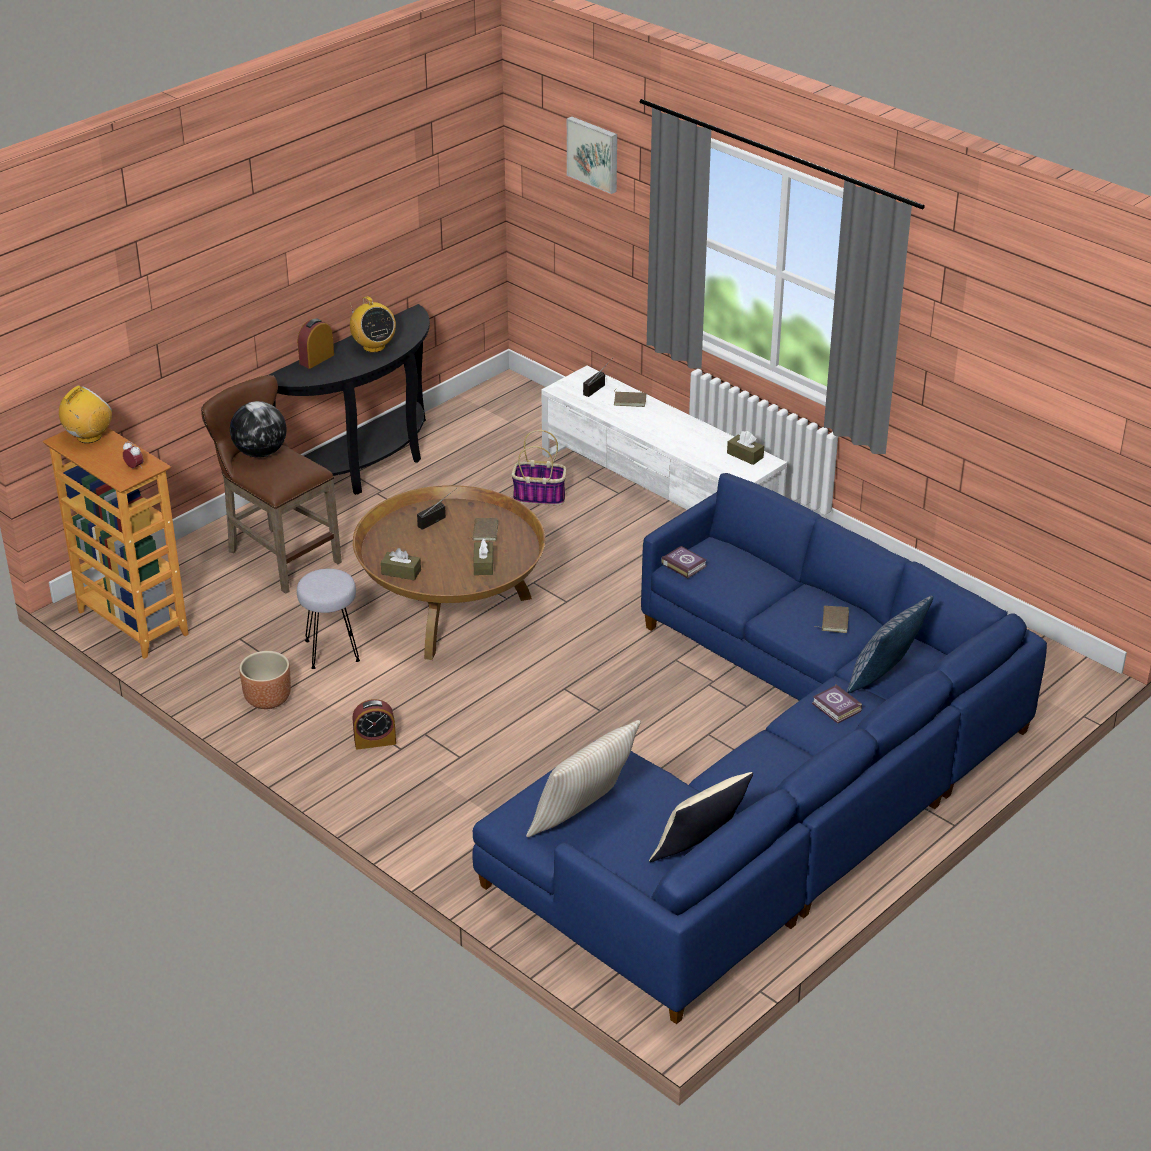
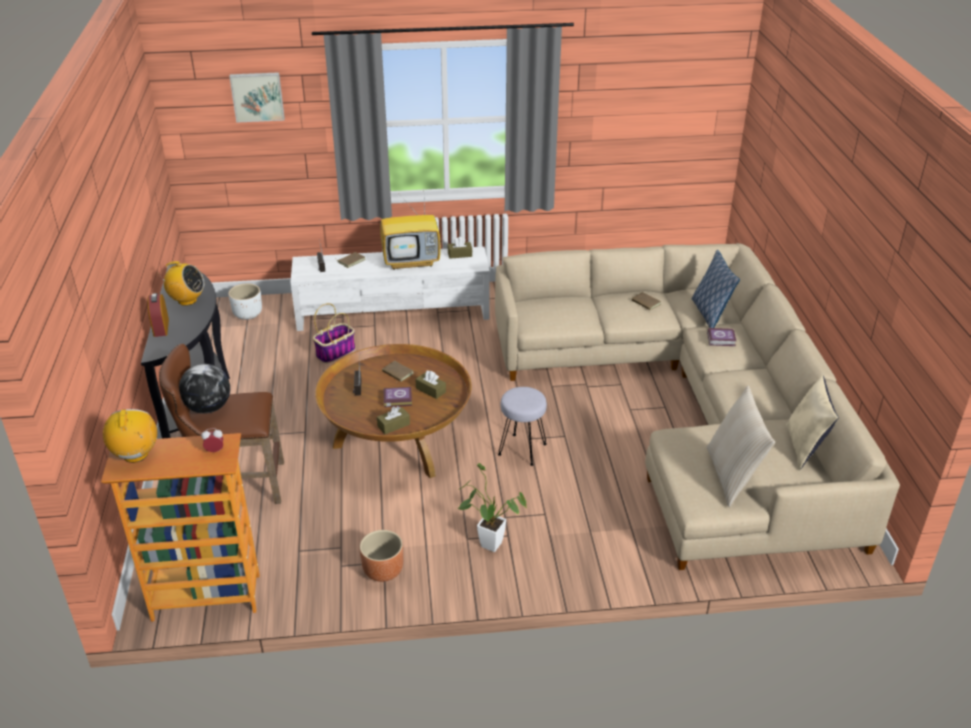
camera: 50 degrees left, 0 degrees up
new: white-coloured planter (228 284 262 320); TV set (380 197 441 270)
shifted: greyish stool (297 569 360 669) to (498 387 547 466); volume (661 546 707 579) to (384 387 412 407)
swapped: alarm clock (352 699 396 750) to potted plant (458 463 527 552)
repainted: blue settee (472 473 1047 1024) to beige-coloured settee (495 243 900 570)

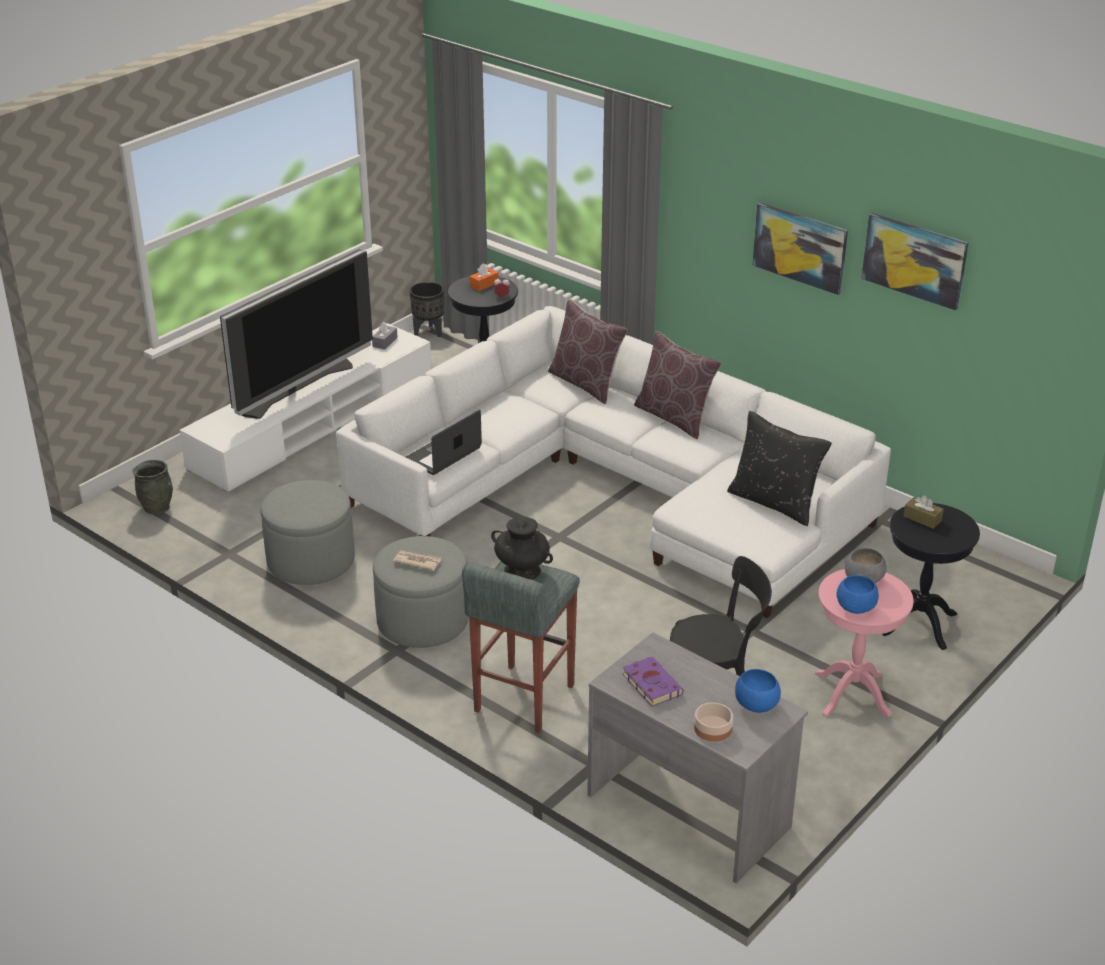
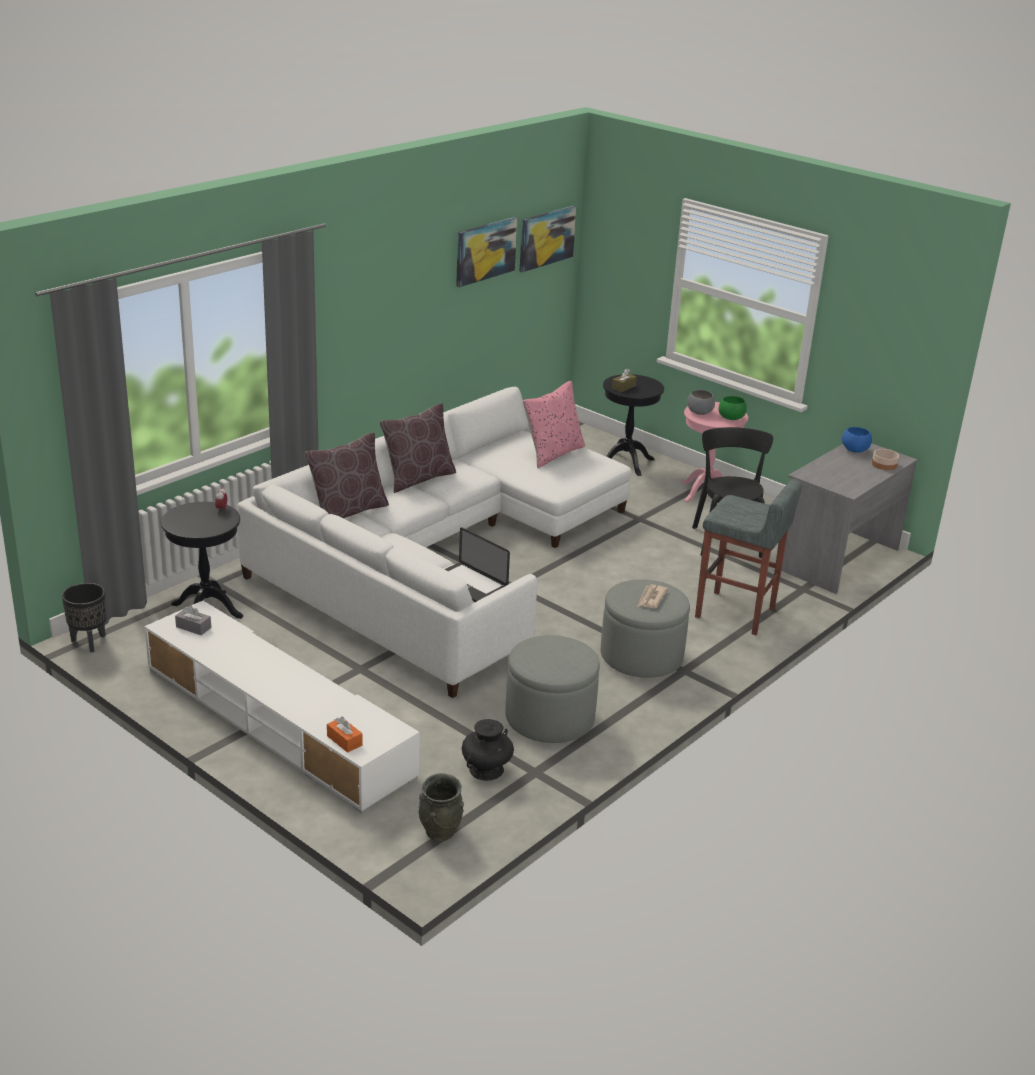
camera: 90 degrees left, 5 degrees down
gone: TV set (220 249 373 419); purplish volume (623 657 684 707)
shifted: orange-coloured box of tissues (469 263 499 291) to (327 717 363 753); black-coloured vase (491 517 553 580) to (462 719 514 781); wall picture (752 203 848 295) to (519 206 576 273)
repainted: black-coloured pillow (727 411 832 526) to pink-coloured pillow (523 381 585 468); blue deep dish (836 575 879 614) to green-coloured deep dish (718 396 747 420)

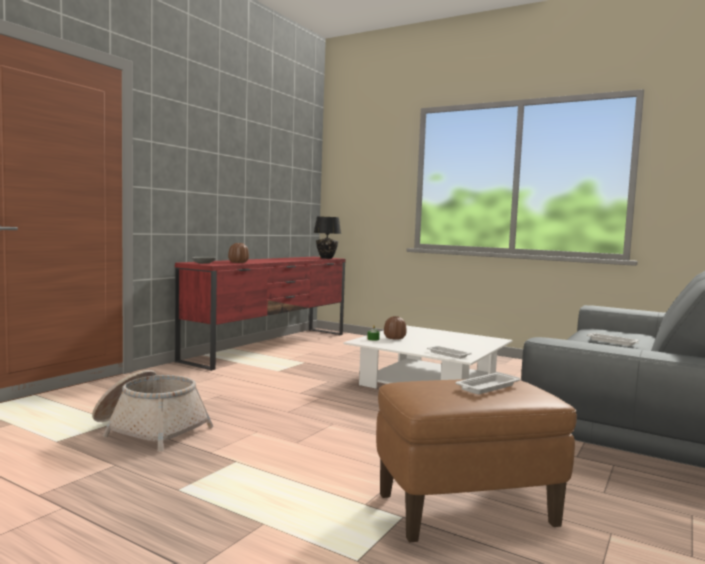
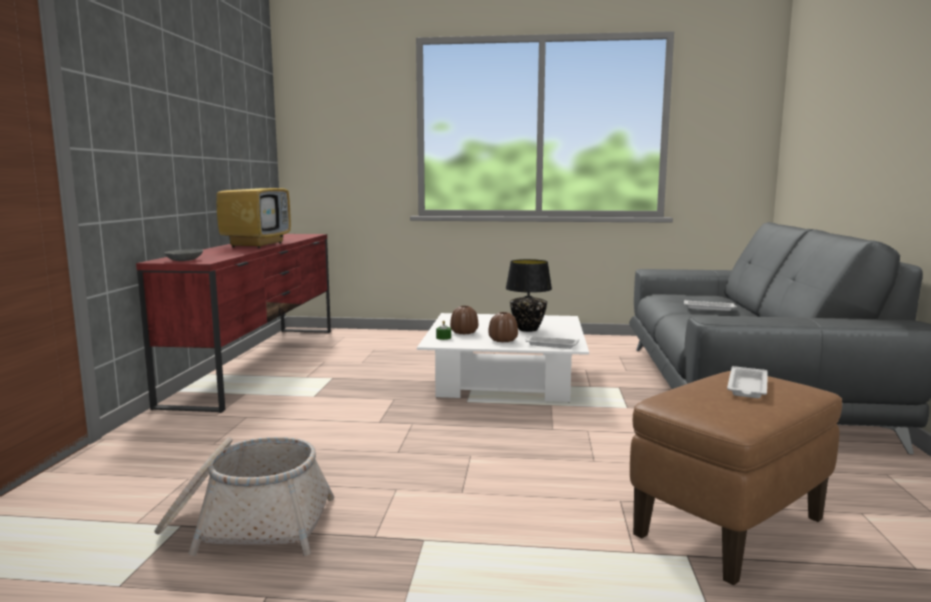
camera: 25 degrees left, 5 degrees up
new: TV set (216 156 291 248)
shifted: brownish vase (228 243 249 263) to (488 312 518 342); black-coloured tabletop lamp (314 217 341 259) to (506 259 552 332)

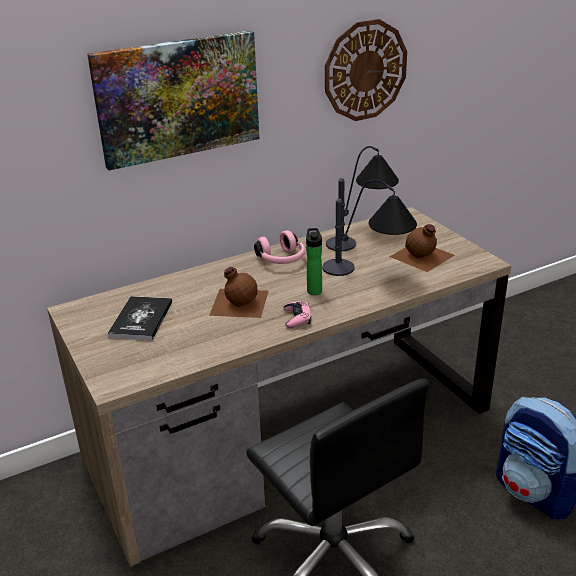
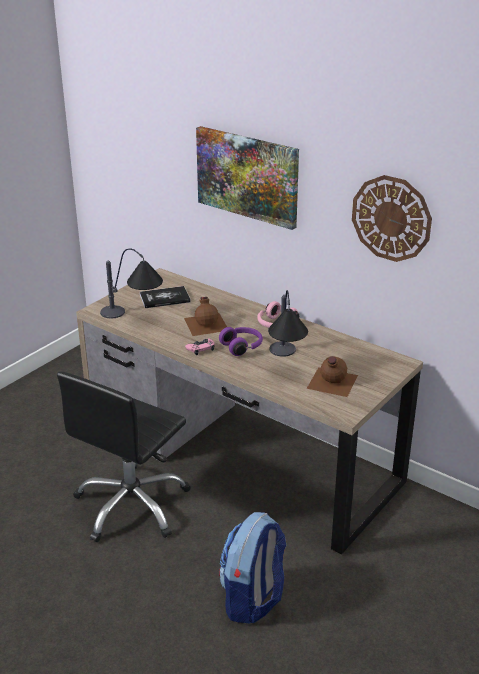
camera: 65 degrees right, 0 degrees up
shifted: tabletop lamp (326 146 399 251) to (100 249 163 318)
swapped: drink bottle (306 228 322 295) to purplish pair of headphones (219 327 263 356)

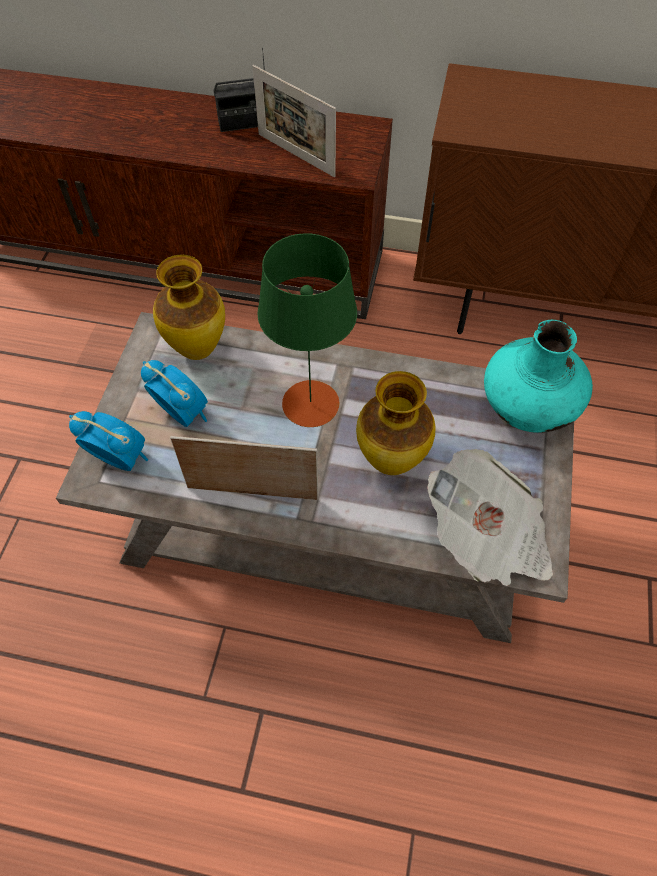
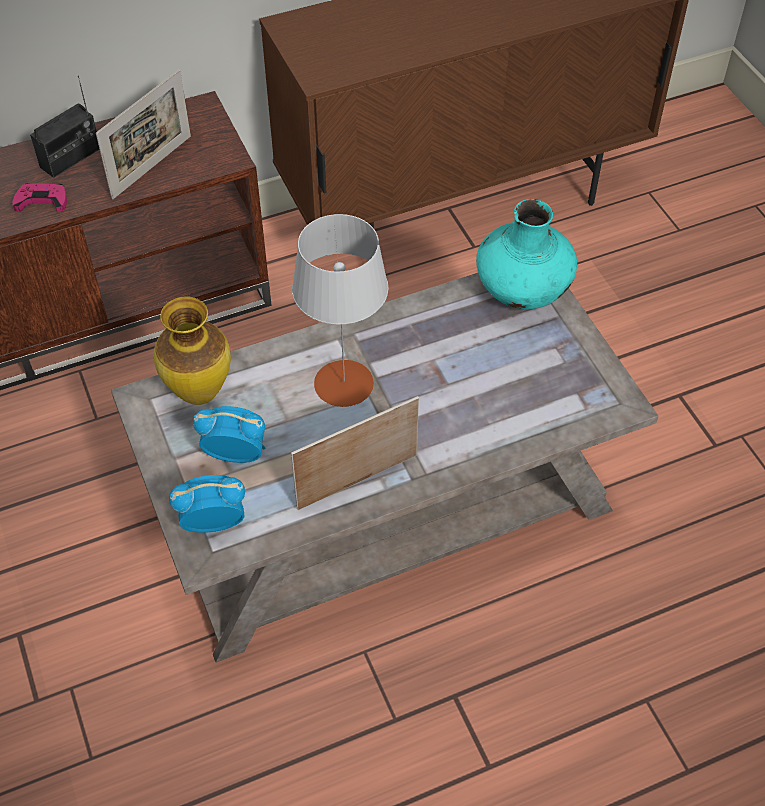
camera: 35 degrees left, 5 degrees down
gone: vase (356 371 435 475); printed paper (428 449 553 586)
new: pink-coloured game controller (12 183 67 213)
repainted: green-coloured tabletop lamp (257 233 357 427) to greyish tabletop lamp (292 214 388 407)
rotated: picture frame (252 65 336 177) = (96 69 191 199) 60 degrees counterclockwise

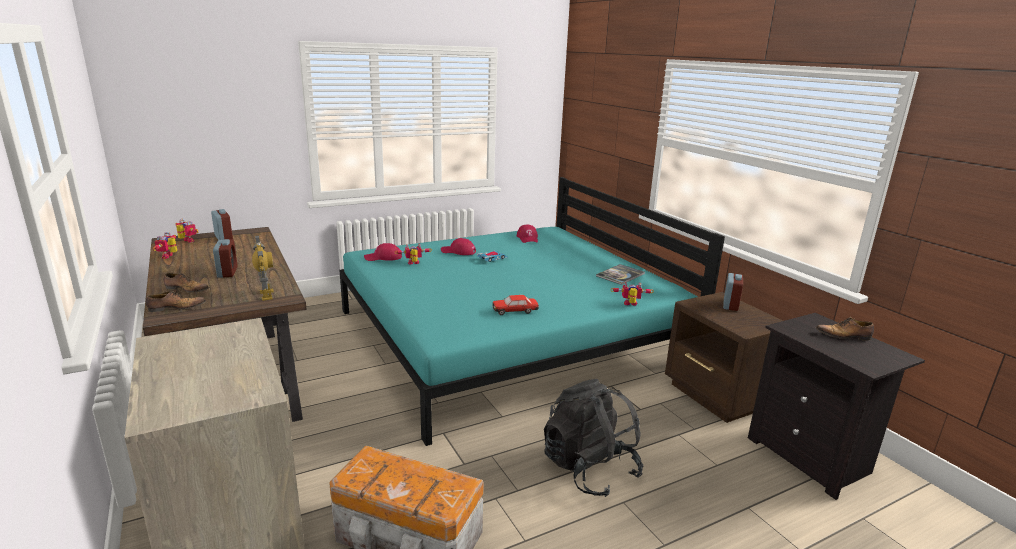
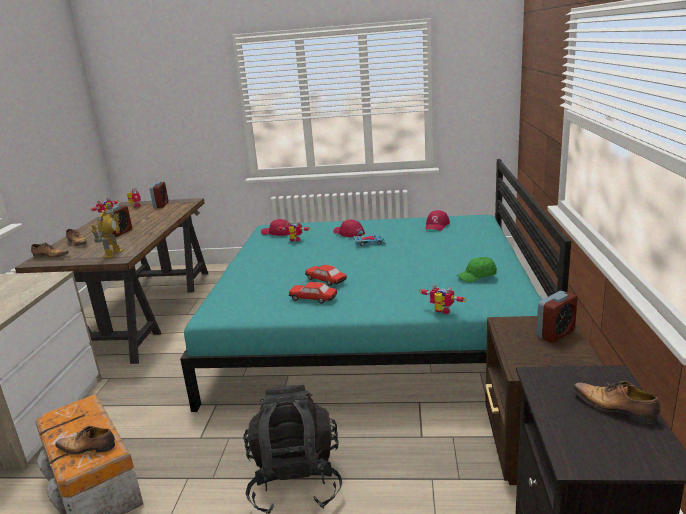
camera: 35 degrees right, 0 degrees up
new: low shoe (55 426 115 455); toy car (305 264 347 286)
swapped: volume (596 264 645 285) to green-coloured cap (457 257 497 283)

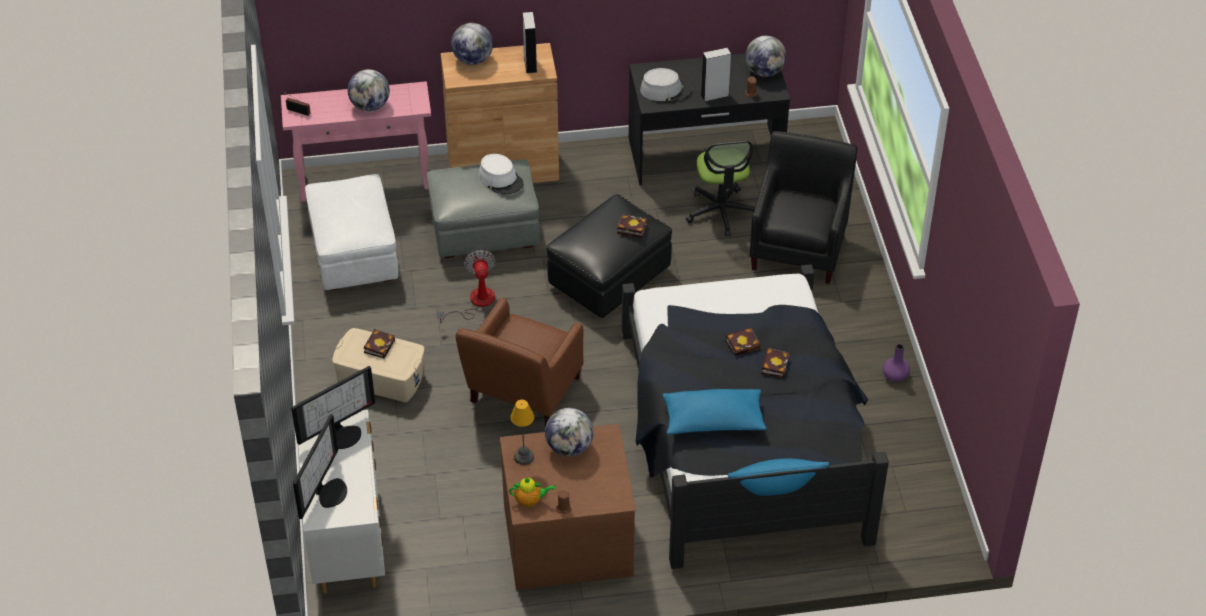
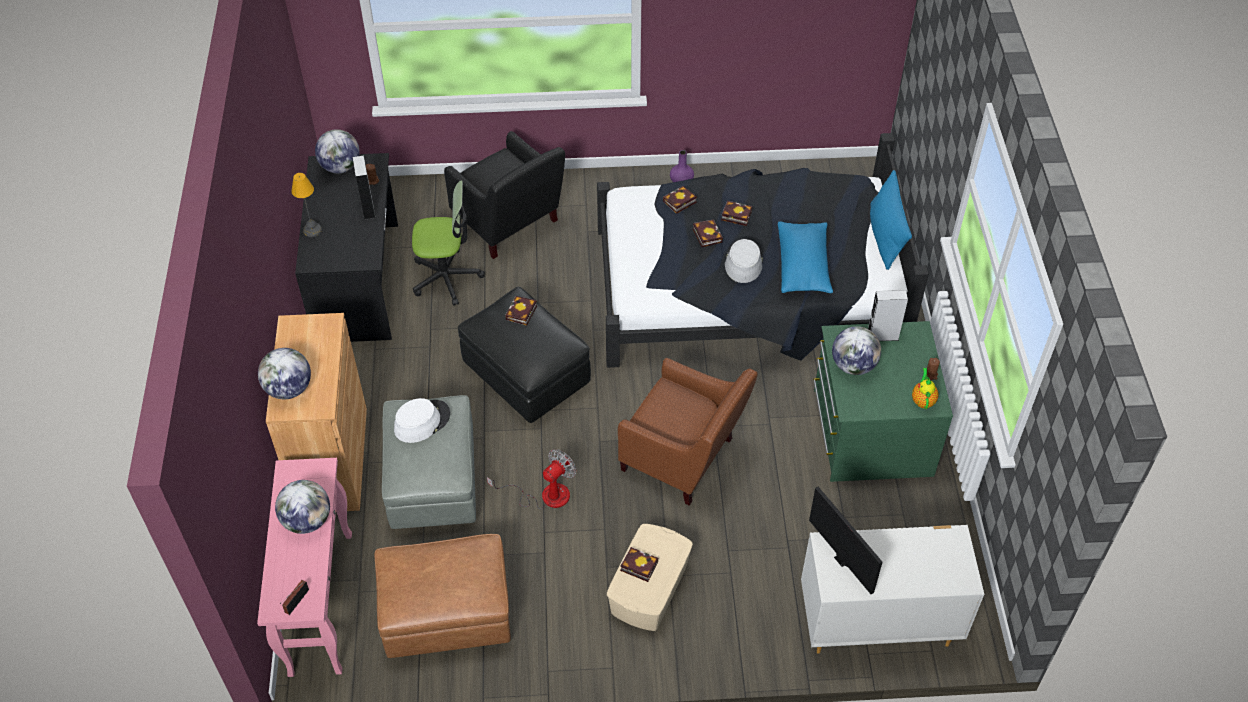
camera: 85 degrees left, 5 degrees up
gone: monitor (293 414 347 519)
new: volume (663 186 697 214)
shifted: tabletop lamp (510 400 534 465) to (291 173 322 237); greyish audio speaker (522 12 537 73) to (868 290 908 341); greyish clothing hat (640 68 692 101) to (725 239 763 283)
repainted: white-coloured footrest (305 174 398 291) to brownish footrest (375 534 511 658); brownish chest of drawers (500 424 636 590) to green-coloured chest of drawers (813 321 953 482)
rotated: electric fan (437 250 496 323) = (487 449 576 509) 135 degrees clockwise; black-coloured armchair (750 131 858 284) = (444 131 565 259) 150 degrees counterclockwise

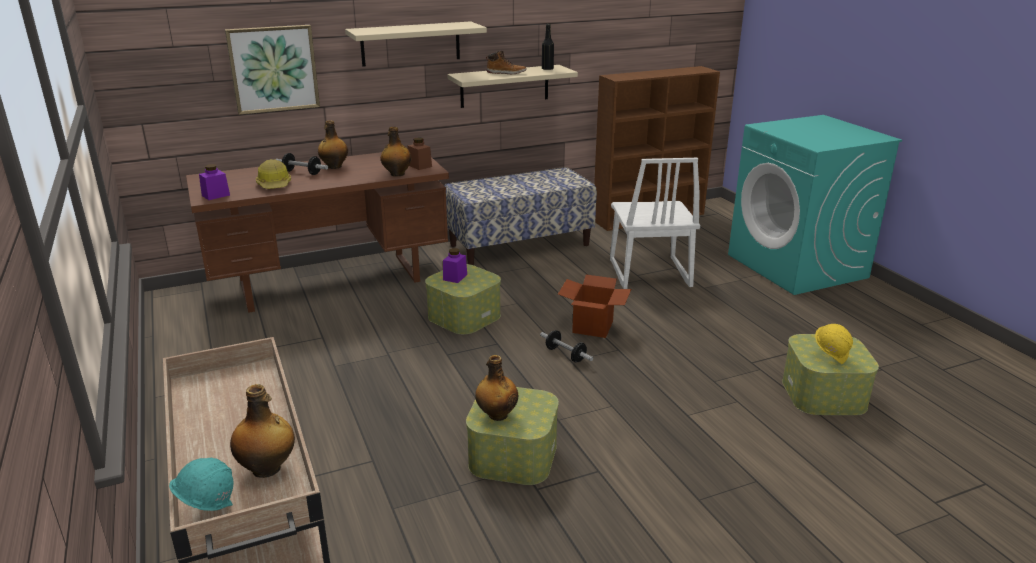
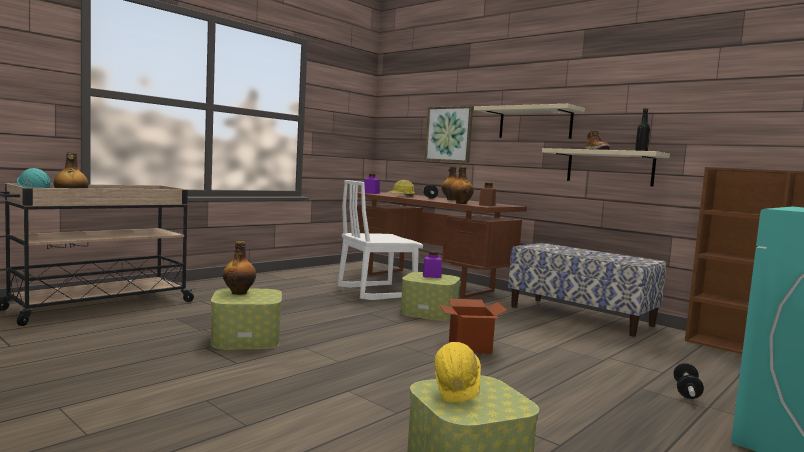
camera: 65 degrees right, 20 degrees down
shifted: free weight (540 330 593 362) to (674 363 704 399); white-coloured upright chair (610 158 700 289) to (338 180 423 300)

